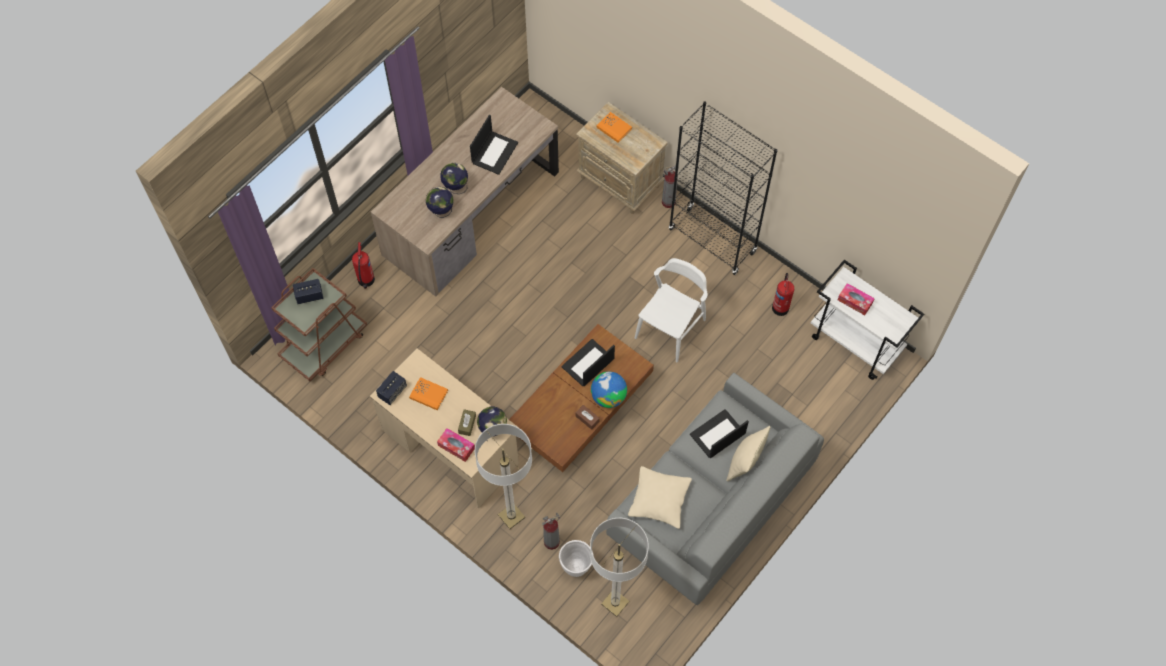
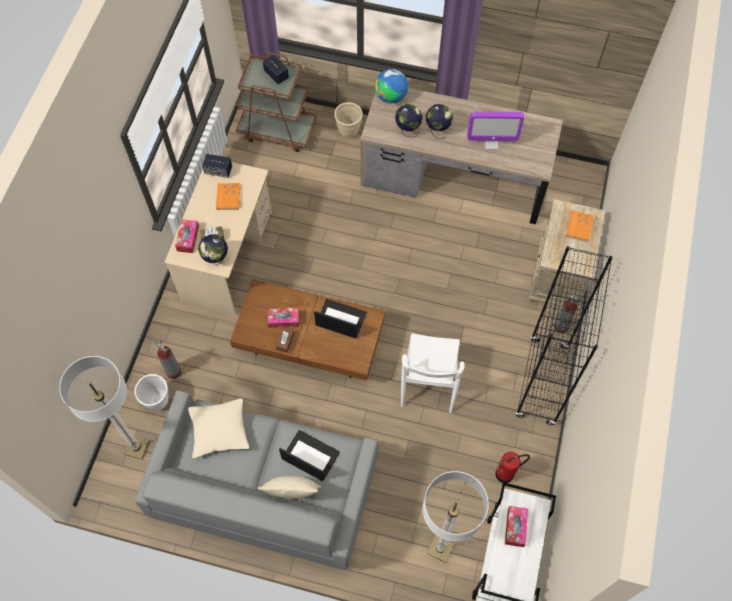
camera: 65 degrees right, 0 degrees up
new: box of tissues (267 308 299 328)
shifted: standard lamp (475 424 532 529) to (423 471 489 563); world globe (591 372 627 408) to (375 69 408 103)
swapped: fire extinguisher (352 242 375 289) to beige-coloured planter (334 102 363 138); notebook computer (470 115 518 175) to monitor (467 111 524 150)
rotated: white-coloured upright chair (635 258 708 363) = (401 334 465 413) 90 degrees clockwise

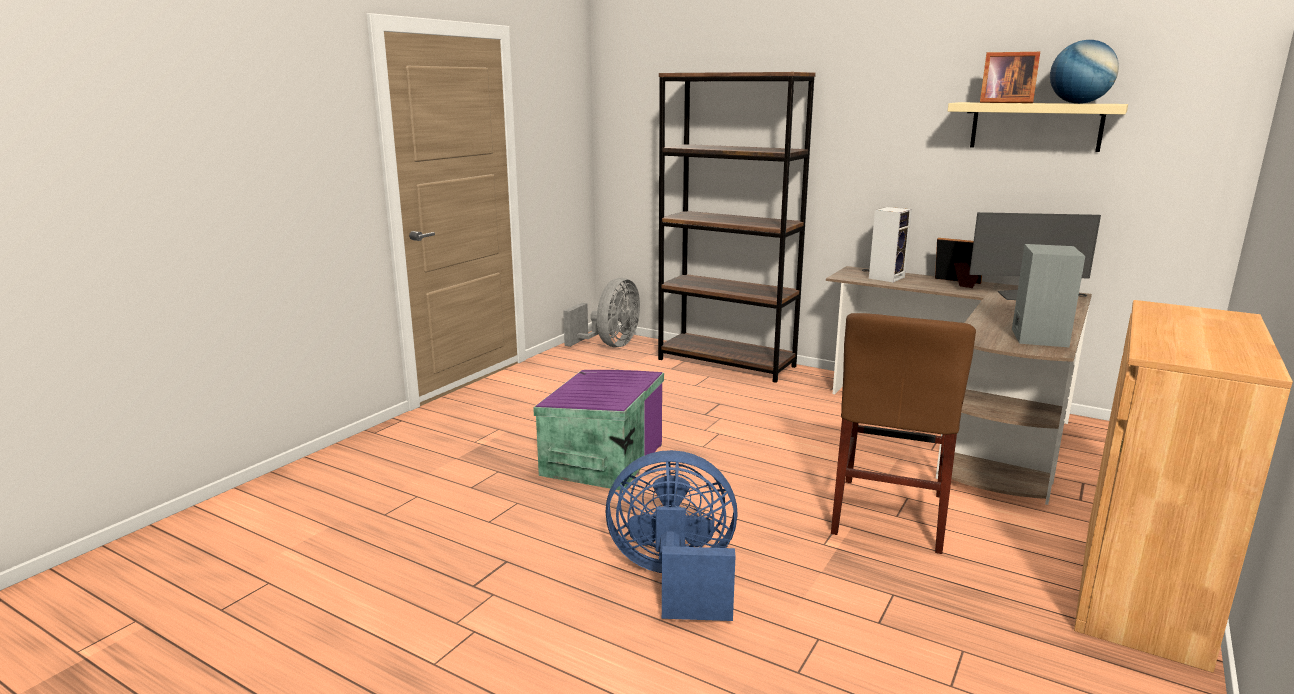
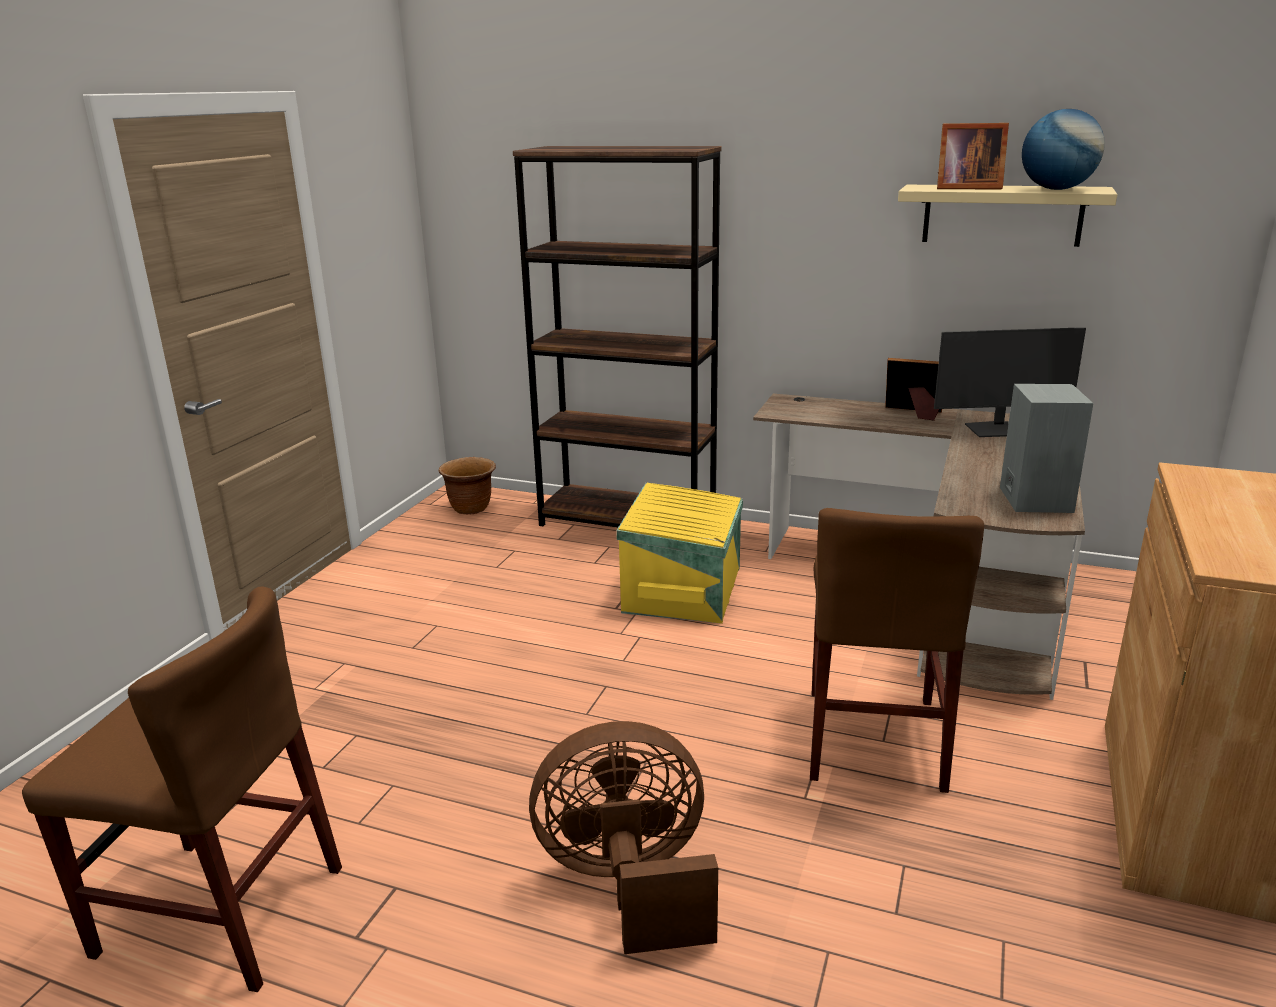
camera: 10 degrees left, 5 degrees up
gone: purplish storage box (533 370 664 491); audio speaker (869 207 912 282)
new: brownish upright chair (22 586 342 992); yellowish storage box (616 483 743 624)
swapped: greyish electric fan (563 278 640 347) to brownish planter (439 457 496 515)
repainted: blue electric fan (606 450 738 621) to brownish electric fan (529 721 718 954)

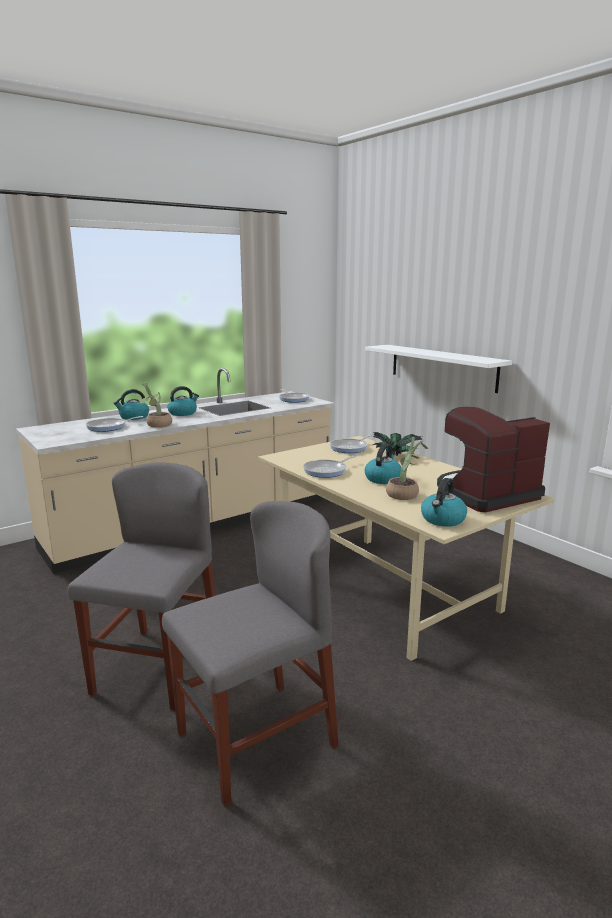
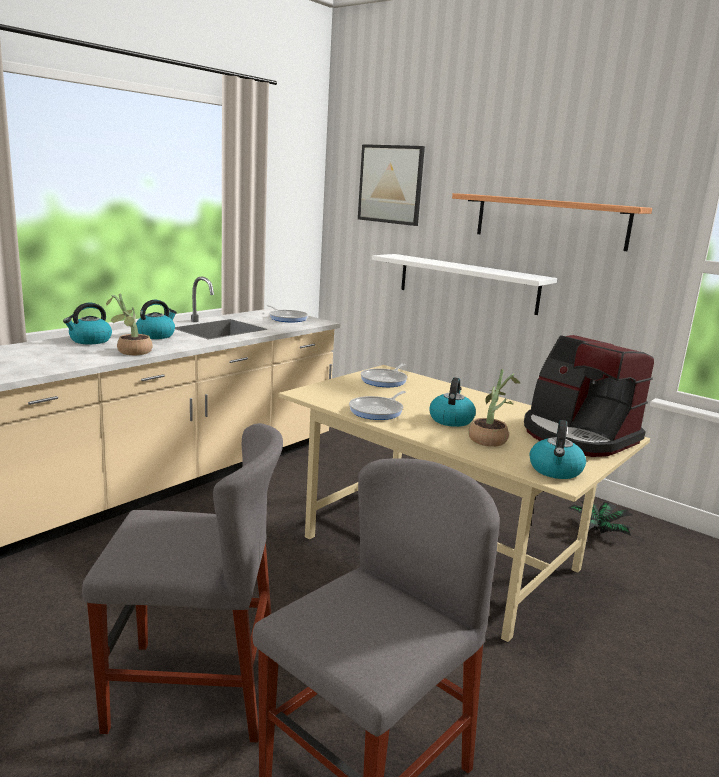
camera: 15 degrees left, 0 degrees up
gone: pan (86 416 143 432)
new: wall picture (358 144 425 226); bracket shelf (452 193 652 251)
shifted: potted plant (373 432 423 457) to (568 501 632 536)
rotated: greyish upright chair (68 462 215 711) = (82 423 283 743) 90 degrees clockwise; coffee machine (437 407 550 512) = (524 335 654 457) 90 degrees counterclockwise

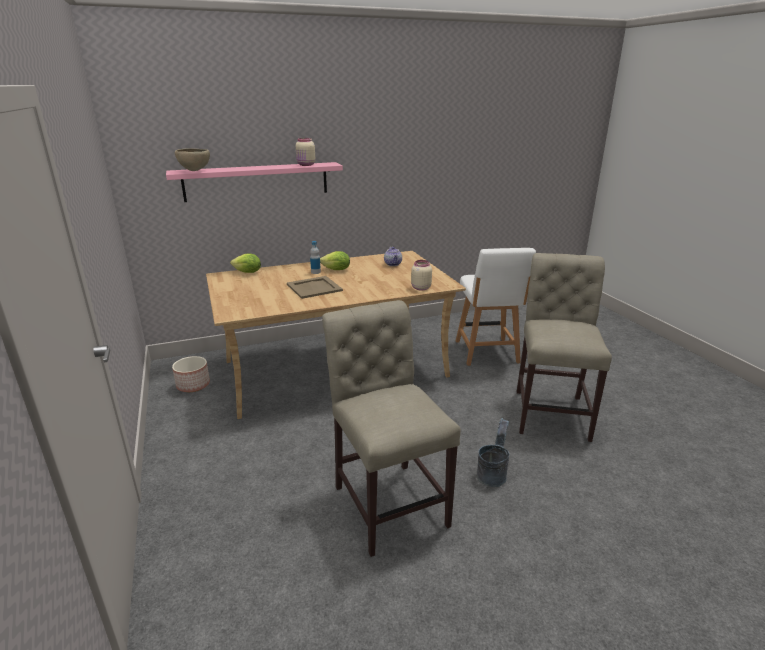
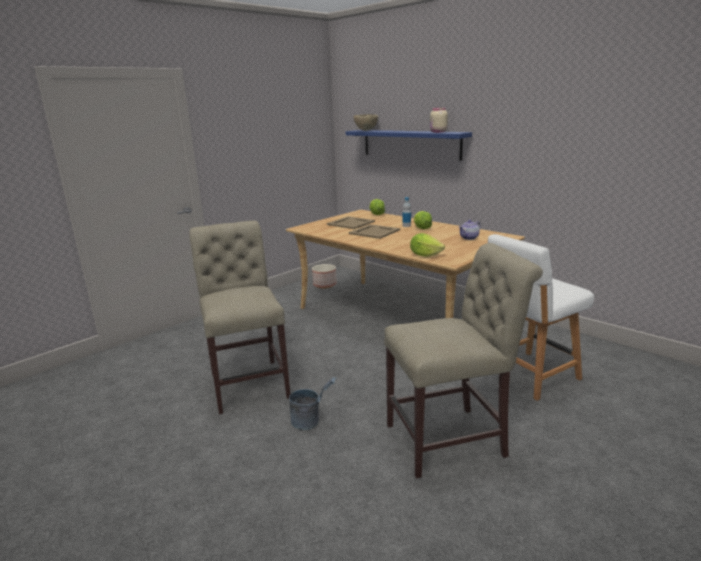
camera: 65 degrees right, 5 degrees down
new: beige-coloured serving tray (327 216 375 229)
swapped: beige-coloured jar (411 260 432 291) to head of lettuce (410 233 445 257)
repainted: pink-coloured bracket shelf (166 162 343 202) to blue bracket shelf (346 130 472 161)
rotated: beige-coloured upright chair (322 300 461 557) = (189 221 290 414) 60 degrees counterclockwise

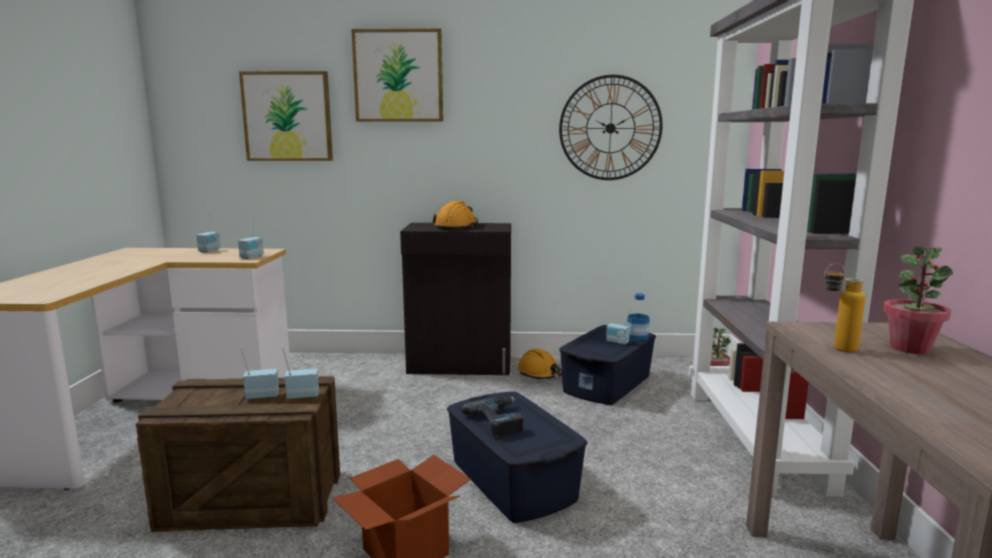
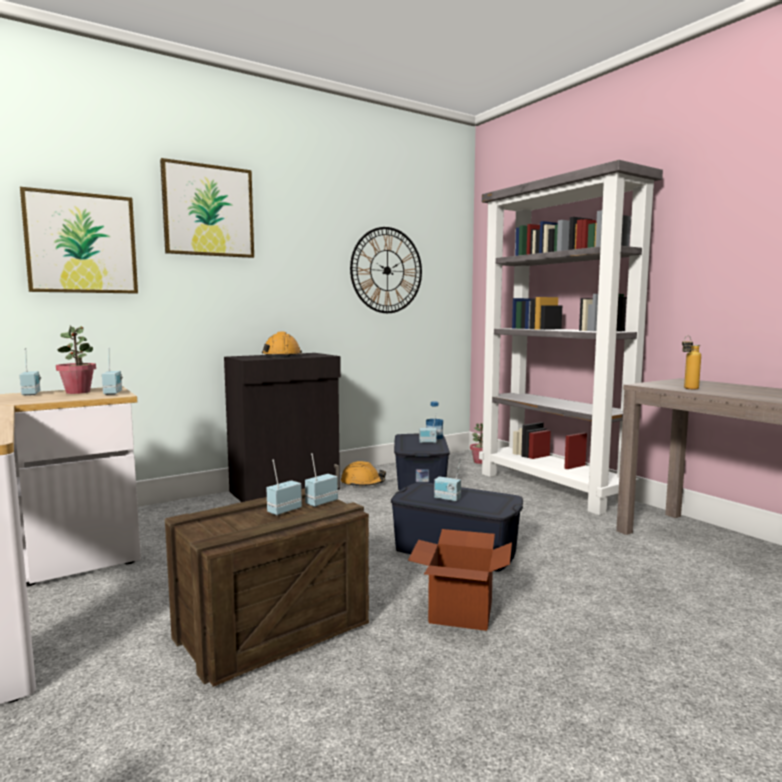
camera: 35 degrees left, 5 degrees down
shifted: potted plant (883 246 953 354) to (56 325 96 394)
swapped: power drill (461 396 525 438) to radio receiver (434 458 461 502)

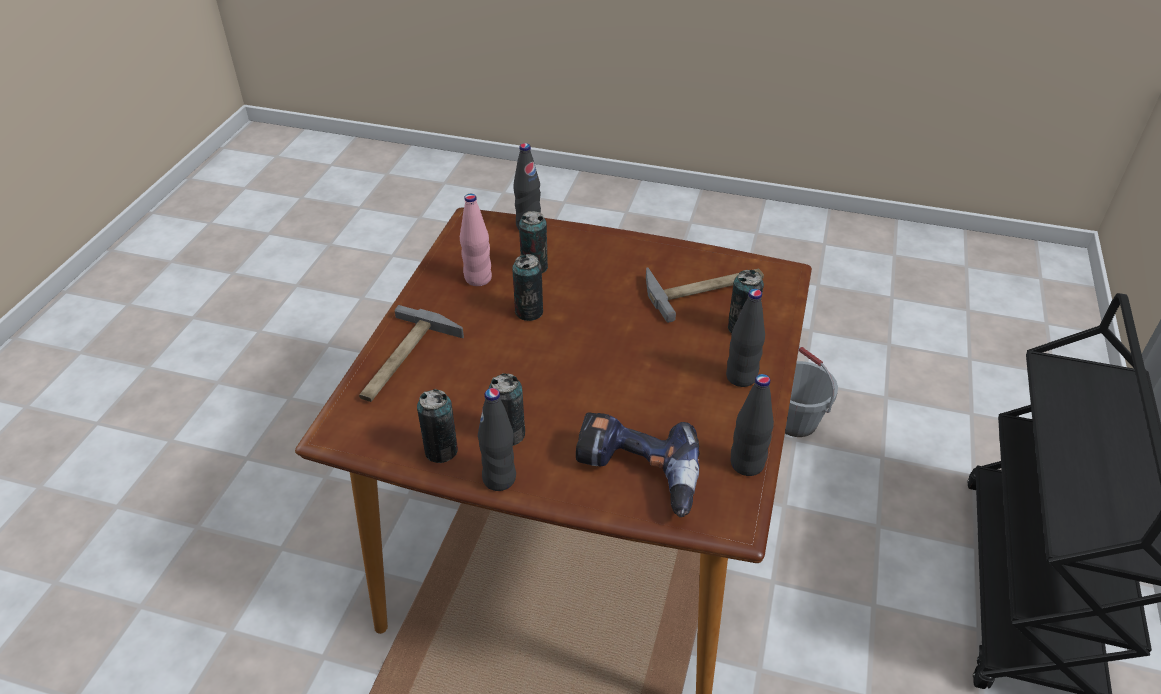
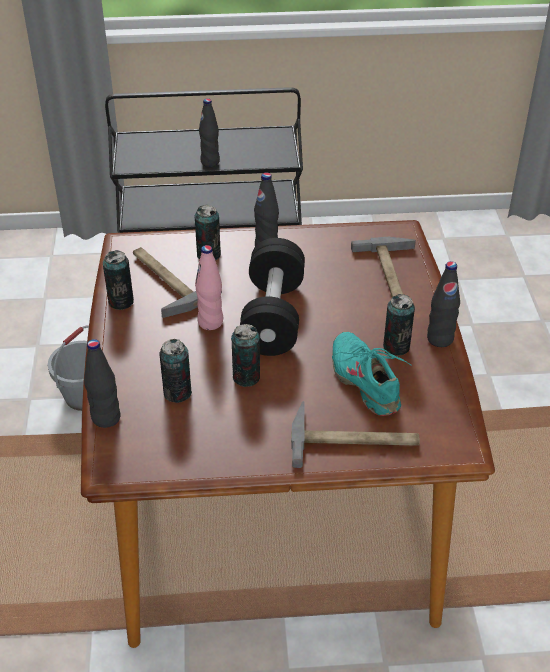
camera: 110 degrees left, 0 degrees up
new: black-coloured free weight (240 238 305 356); blue-green low shoe (332 332 412 416)
shifted: can (417 389 458 463) to (103 250 134 310); pink-coloured drink bottle (460 194 492 286) to (195 245 223 330); black-coloured drink bottle (731 374 774 476) to (199 98 220 167)
swapped: power drill (576 412 700 517) to tool hammer (351 237 416 297)

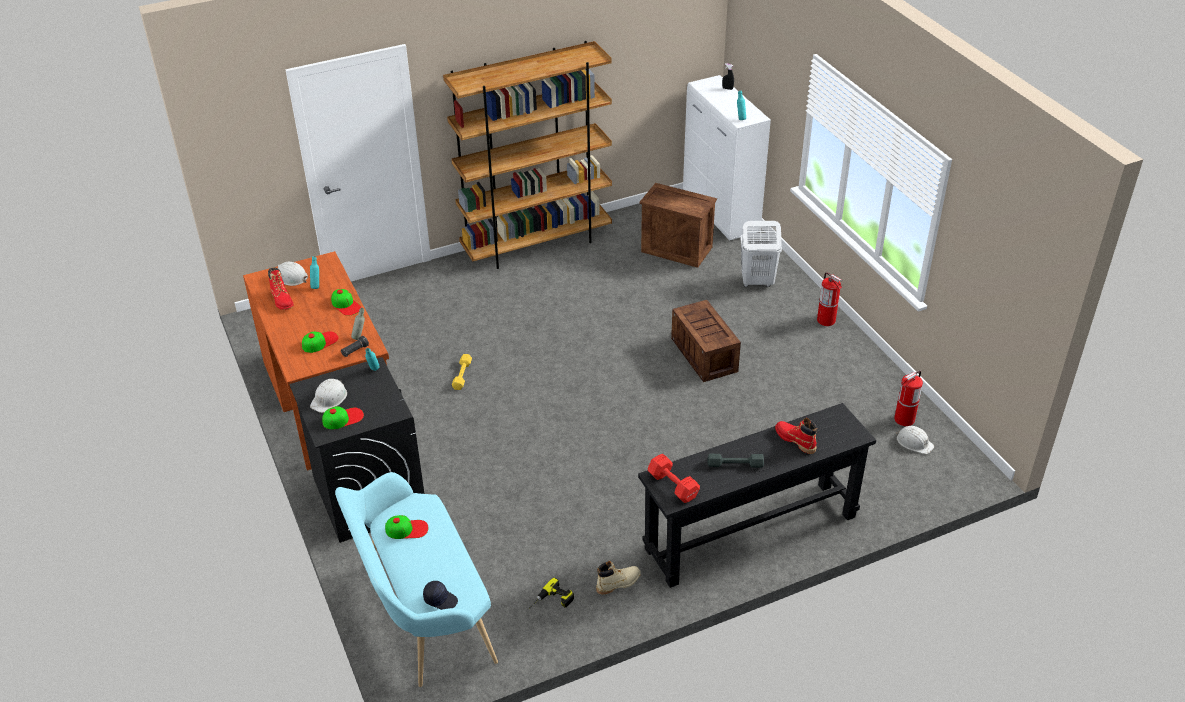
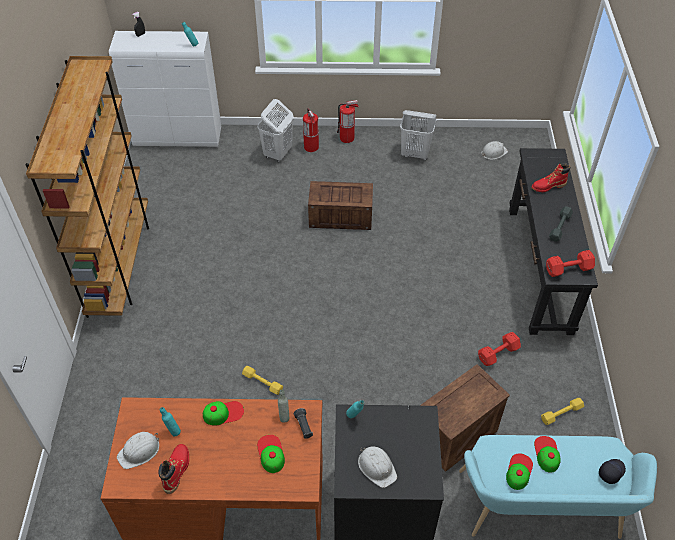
camera: 65 degrees left, 10 degrees up
gone: beige-coloured tall boot (596 561 641 595)
new: white-coloured hamper (400 110 437 160); red-coloured free weight (478 332 521 366)
shifted: cap (322 406 364 429) to (534 436 561 473); crate (639 183 717 268) to (420 364 510 472); fire extinguisher (894 370 923 426) to (303 108 319 152)
swapped: power drill (529 578 574 608) to yellowish free weight (541 398 584 425)
rotated: red-coloured tall boot (268 267 294 310) = (159 444 189 494) 75 degrees counterclockwise

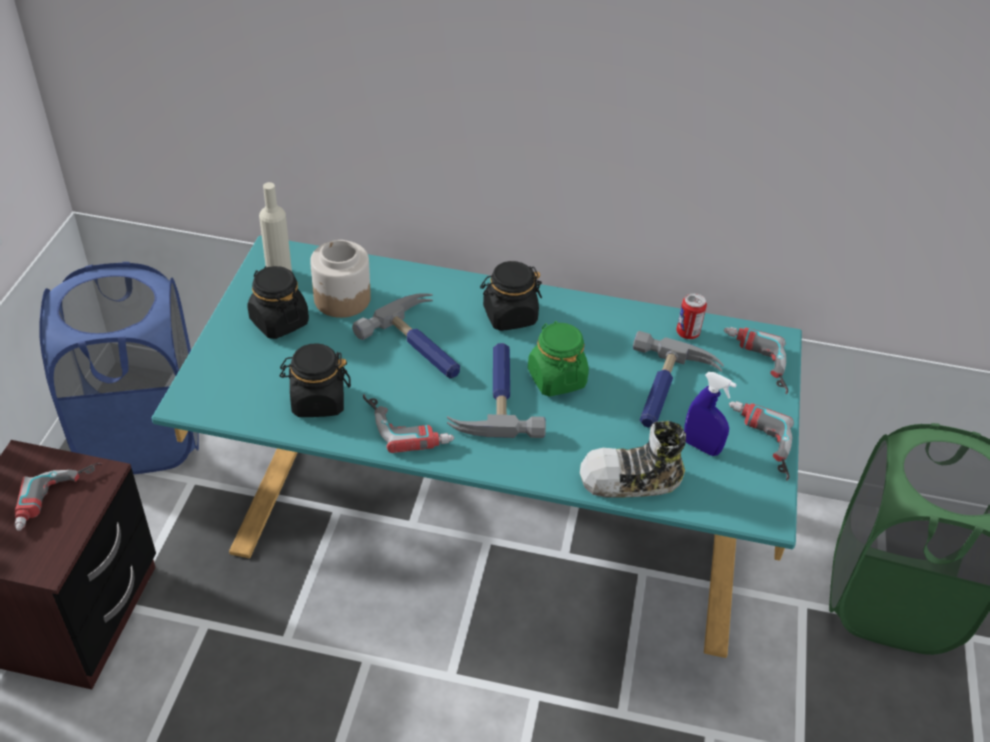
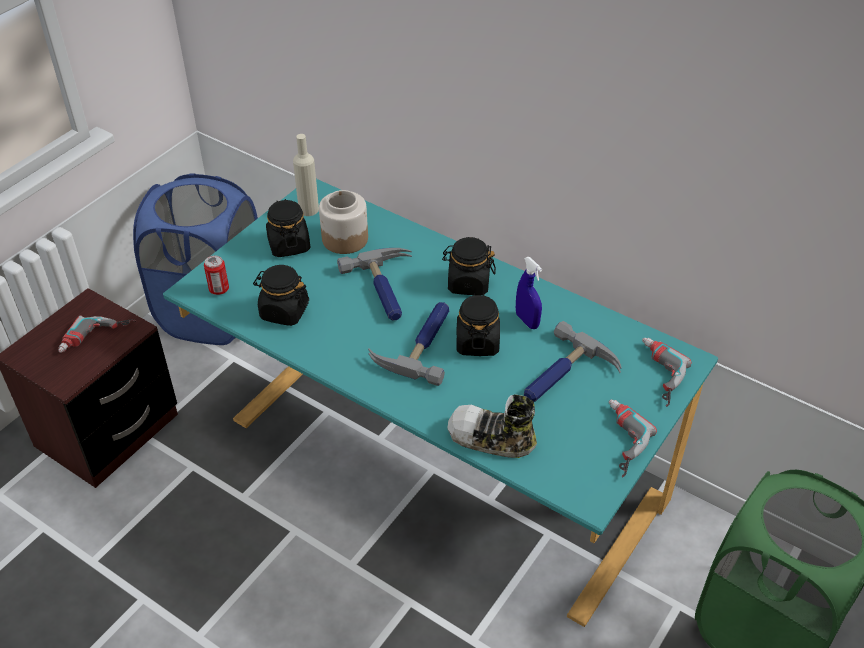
camera: 25 degrees right, 0 degrees up
gone: power drill (363 394 454 453)
shifted: can (676 293 707 339) to (204 255 229 295); blue spray bottle (684 372 737 456) to (516 257 542 329)
repainted: green-coloured jar (528 321 589 396) to black-coloured jar (456 294 500 356)

